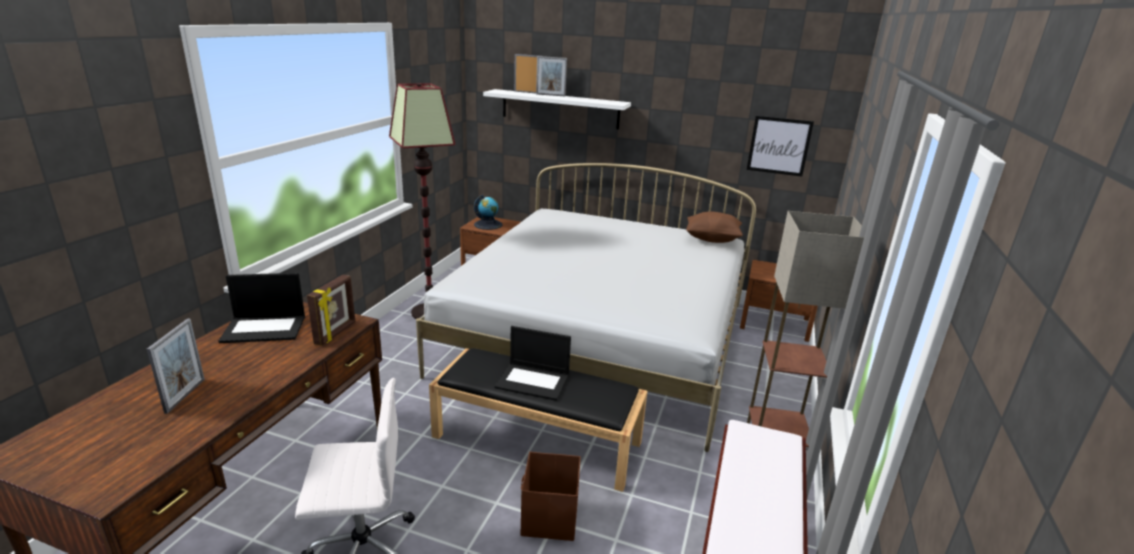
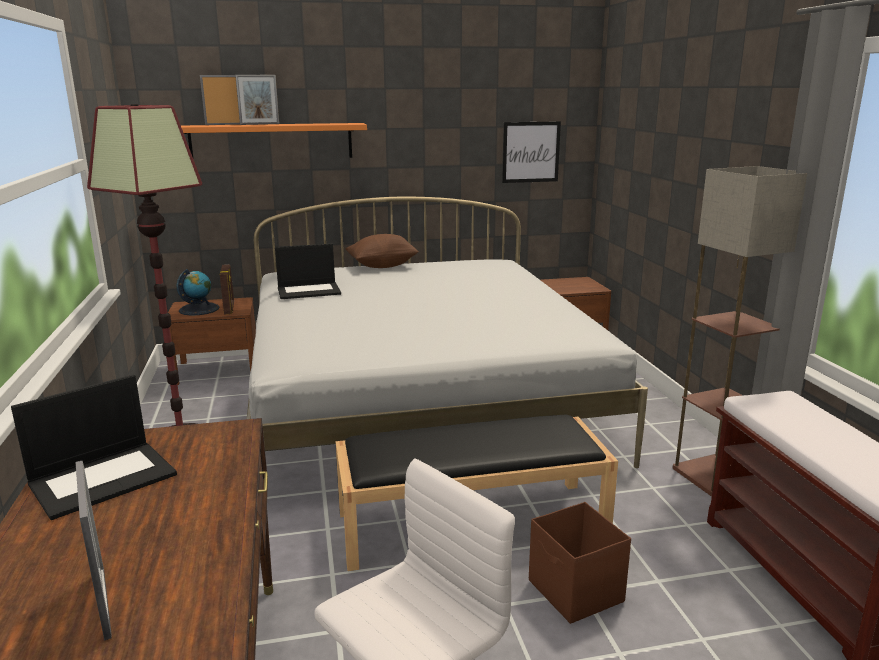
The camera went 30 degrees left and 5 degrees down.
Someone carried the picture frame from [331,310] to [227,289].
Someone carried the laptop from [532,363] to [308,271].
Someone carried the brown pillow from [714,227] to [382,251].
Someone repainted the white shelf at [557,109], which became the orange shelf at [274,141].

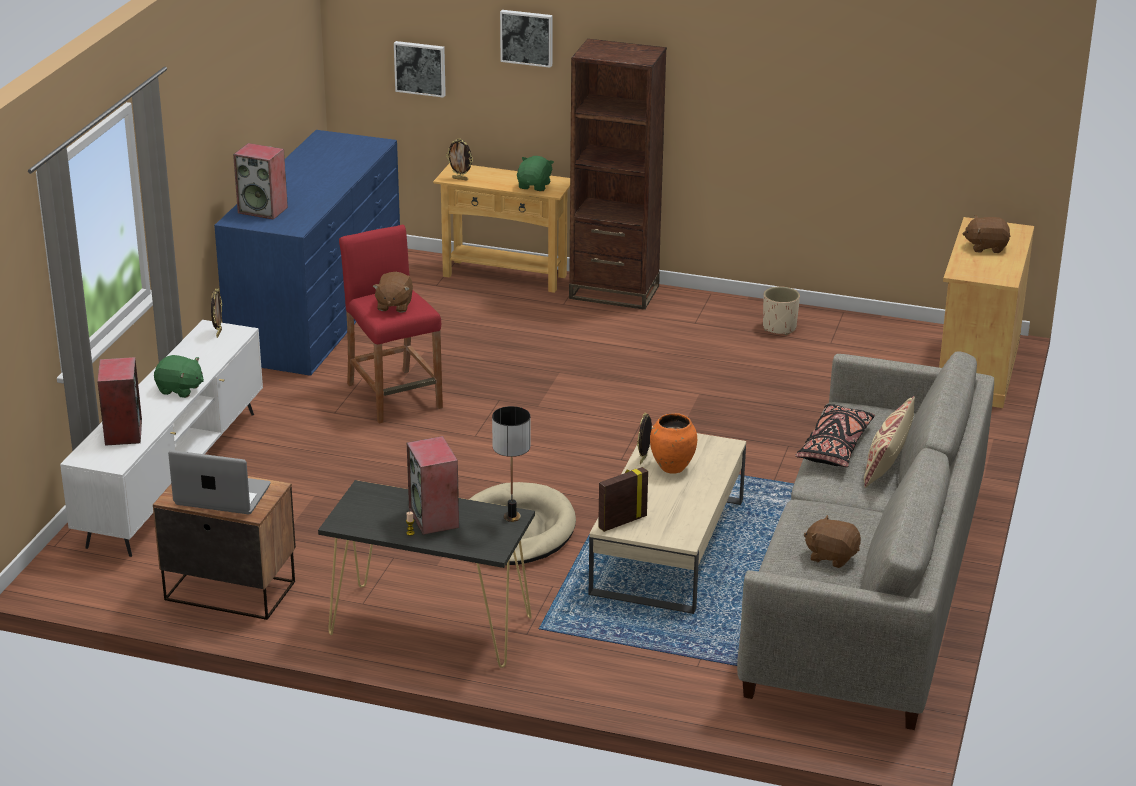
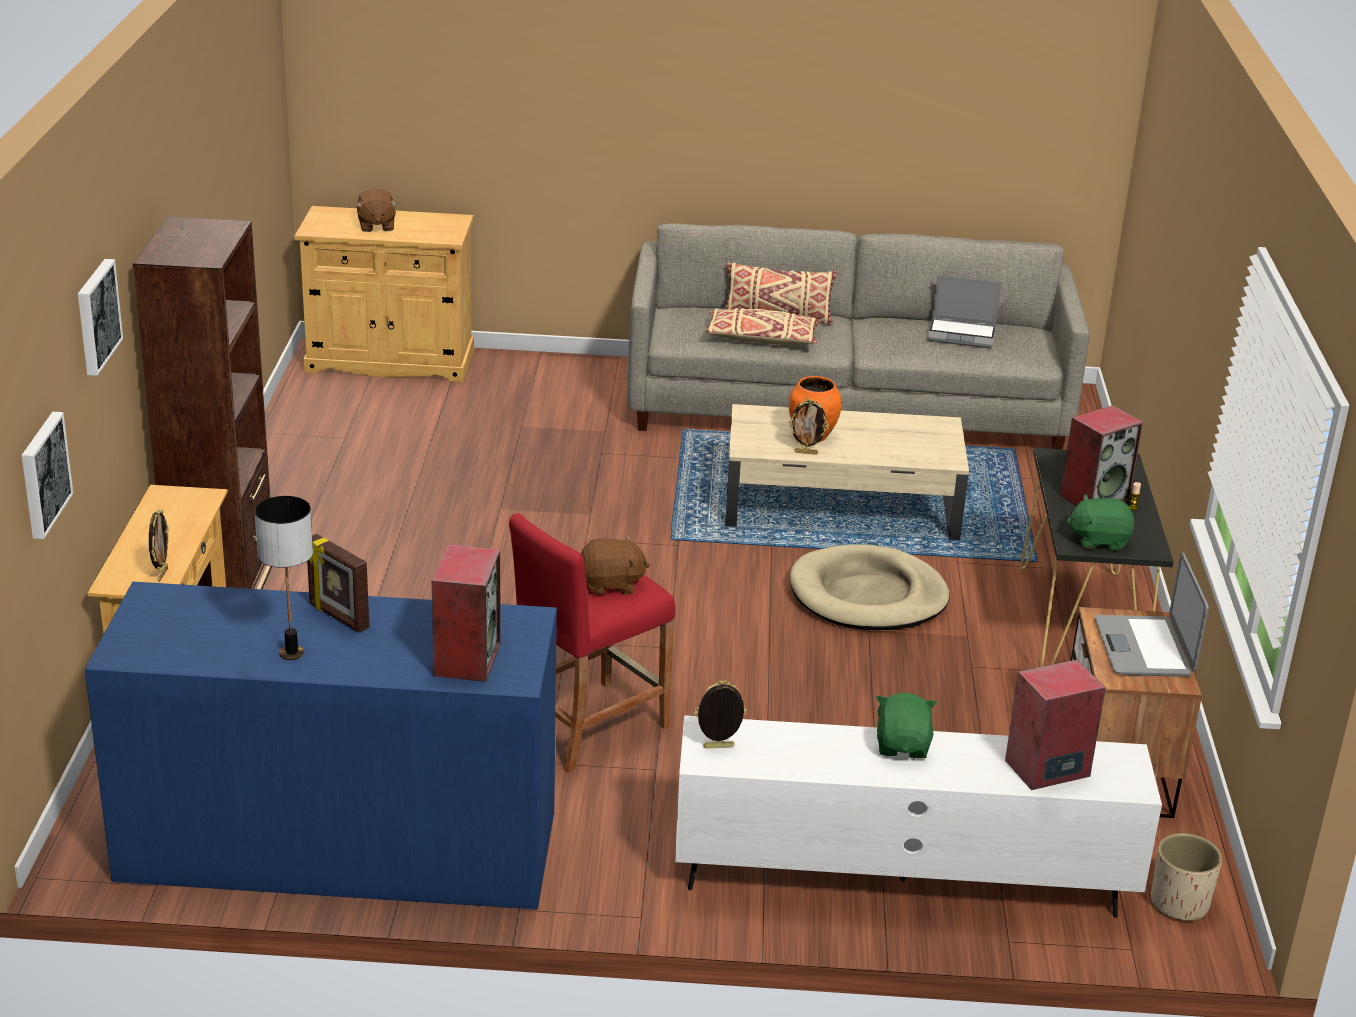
The camera went 105 degrees left and 0 degrees up.
Someone carried the table lamp from [511,464] to [283,578].
Someone carried the green plush toy from [535,173] to [1100,522].
Someone carried the picture frame from [623,499] to [338,583].
Someone carried the beige planter from [781,310] to [1186,877].
Someone swapped the brown plush toy at [832,541] for the laptop at [964,312].
Someone repainted the black pillow at [835,435], which became the beige pillow at [763,326].

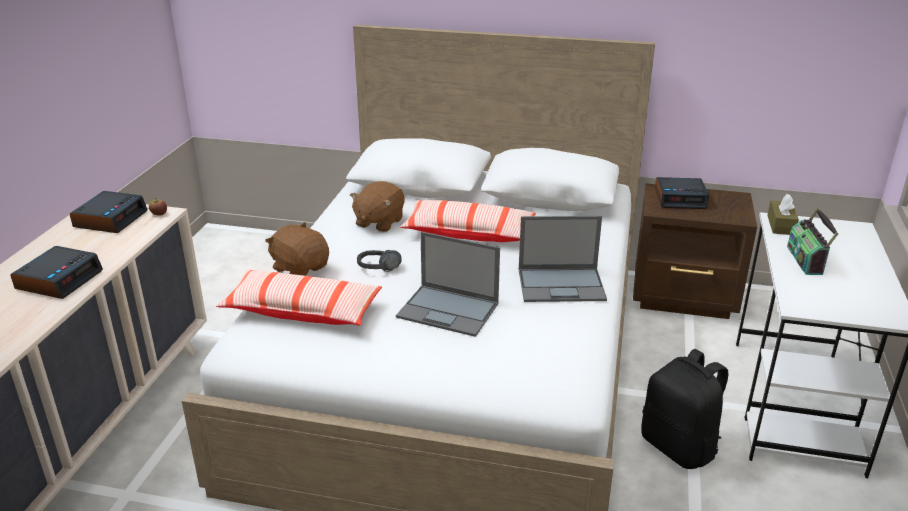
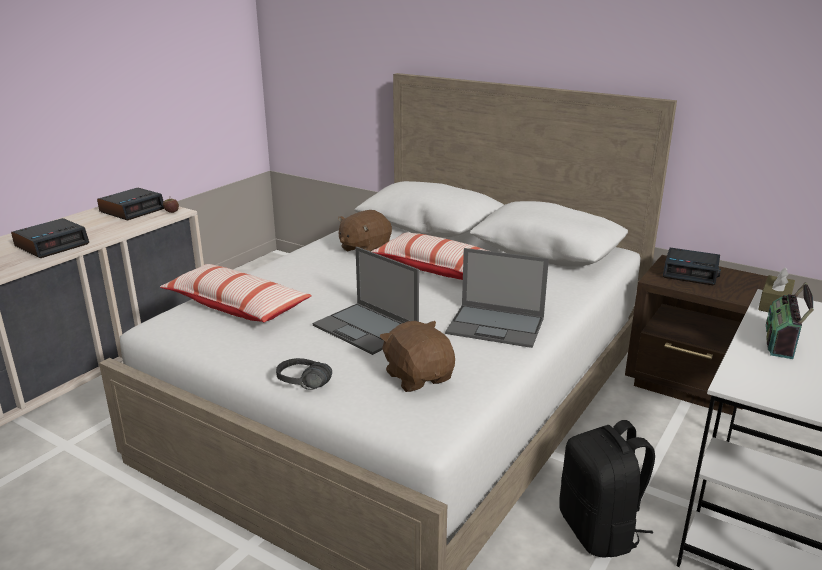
The camera went 20 degrees right and 5 degrees down.
Someone carried the brown plush toy from [297,249] to [417,356].
Someone carried the black headphones from [379,261] to [304,374].

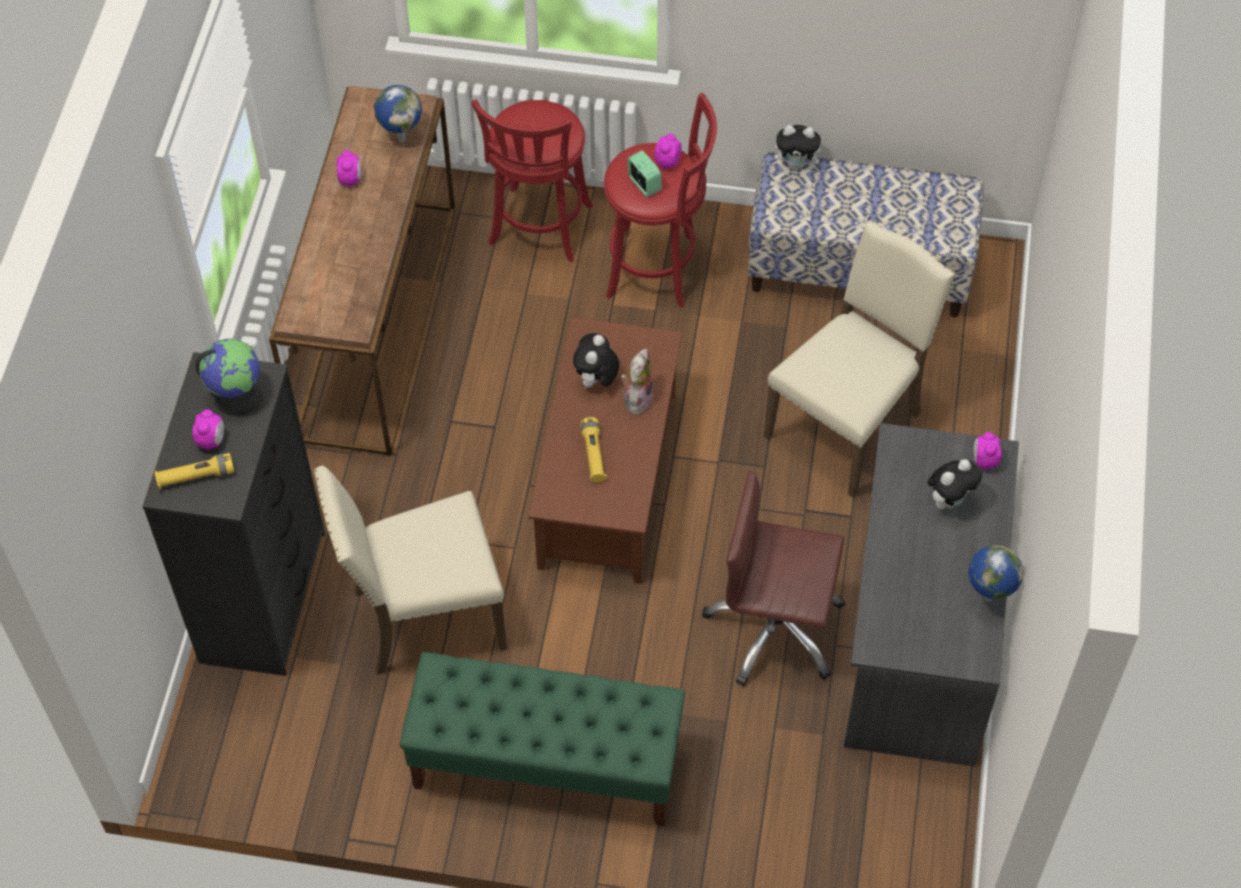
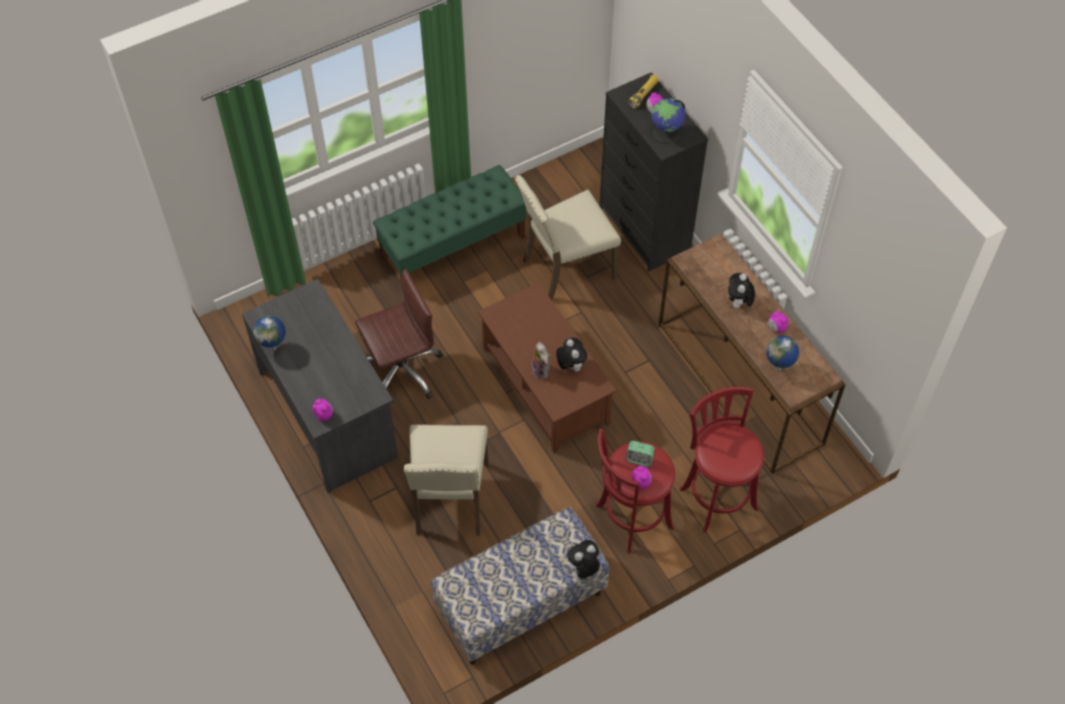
The camera went 140 degrees right and 0 degrees up.
Someone took away the yellow flashlight at [594,450].
Someone carried the plush toy from [954,484] to [741,290].
Someone rotated the beige chair at [410,570] by 150 degrees counterclockwise.

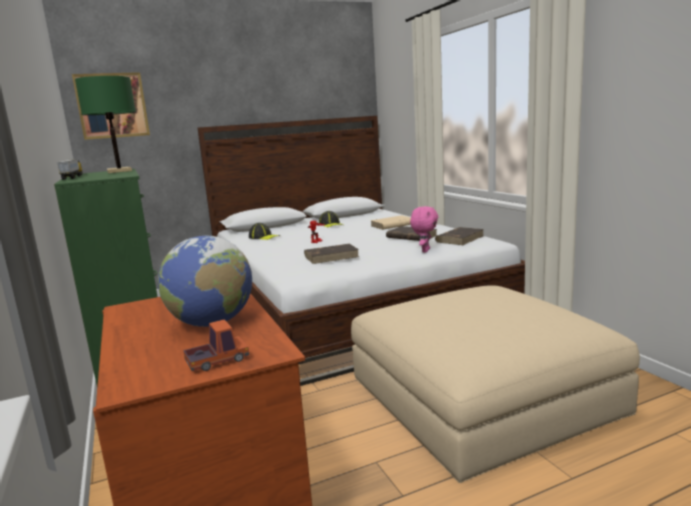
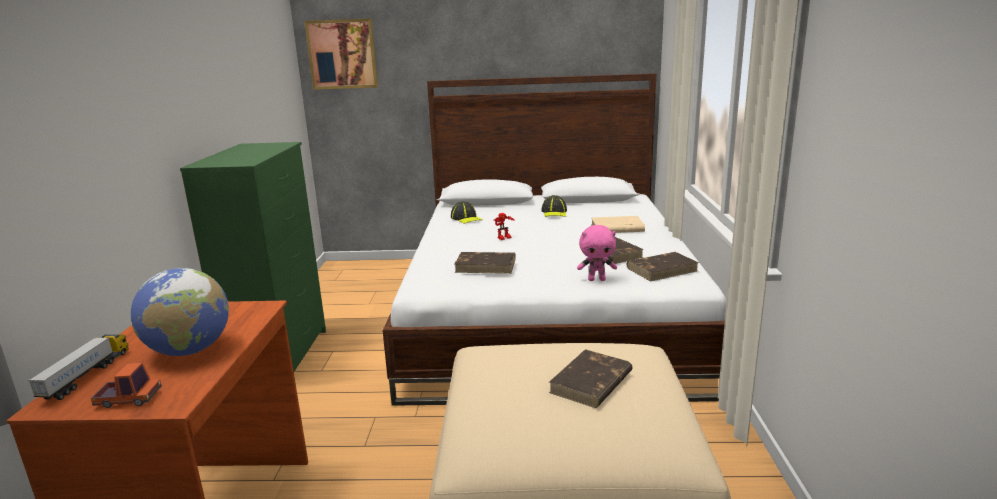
The camera went 25 degrees right and 5 degrees up.
Someone took away the green table lamp at [105,124].
Someone put down the brown book at [591,378].
Someone carried the toy truck from [70,169] to [78,367].
Someone rotated the pink plush toy at [424,229] by 45 degrees clockwise.

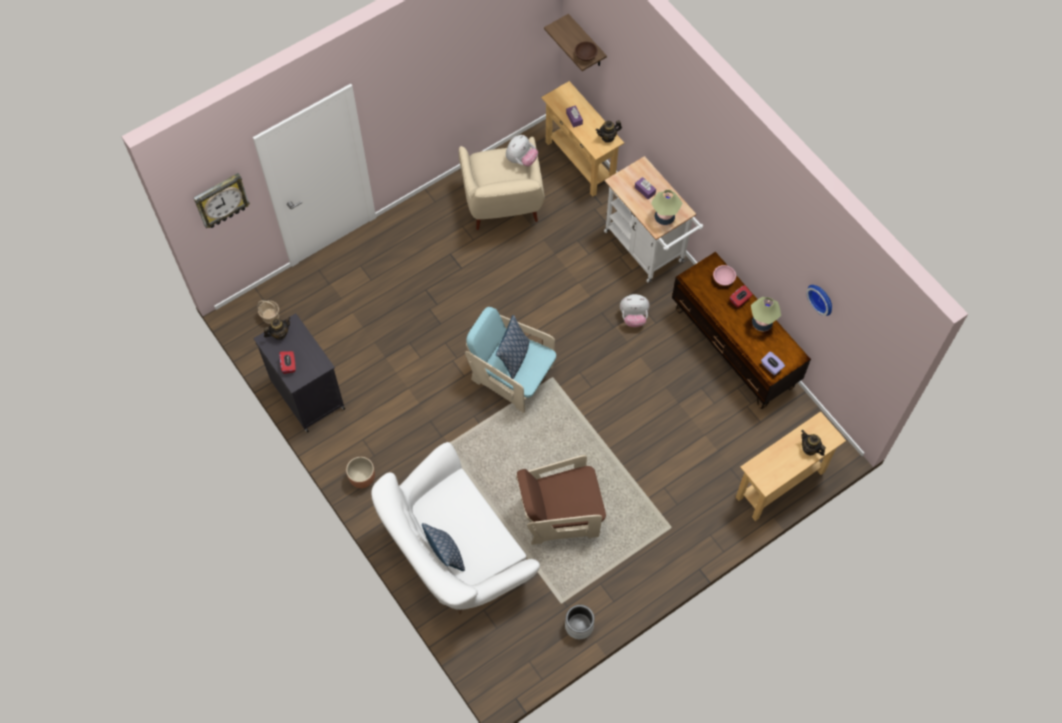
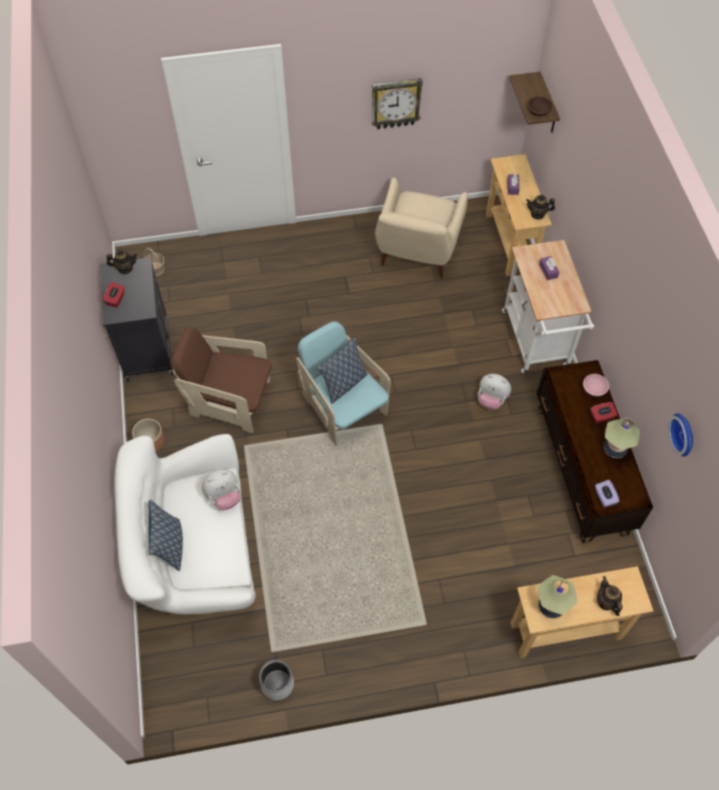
The camera went 25 degrees right and 5 degrees down.
Someone carried the wall clock from [221,200] to [397,103].
Someone carried the plush toy from [522,150] to [221,490].
Someone carried the brown armchair from [561,500] to [221,380].
Someone carried the table lamp from [666,208] to [557,597].

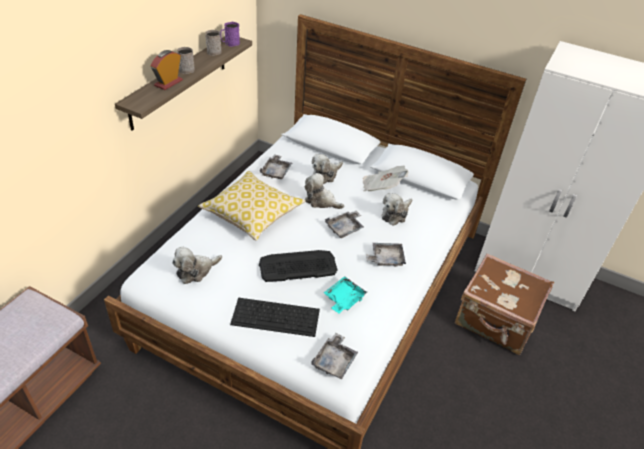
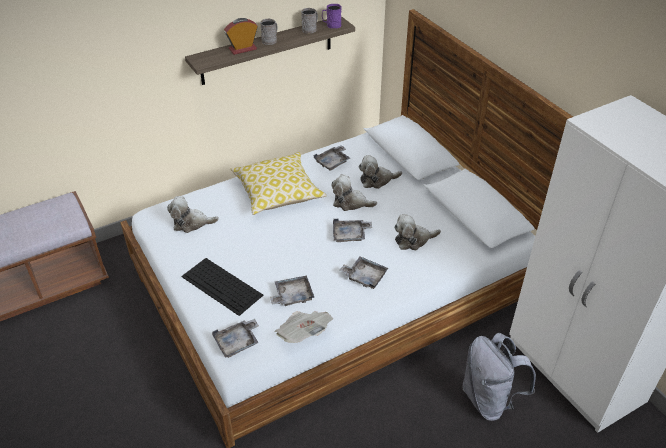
The camera went 35 degrees right and 0 degrees up.
Someone took away the keyboard at [298,266].
Someone carried the newspaper from [386,178] to [303,327].
Someone swapped the brown suitcase at [504,304] for the grey backpack at [499,377].
Someone repainted the turquoise tray at [346,294], which became the grey tray at [292,290].
Someone rotated the plush toy at [324,191] by 45 degrees counterclockwise.

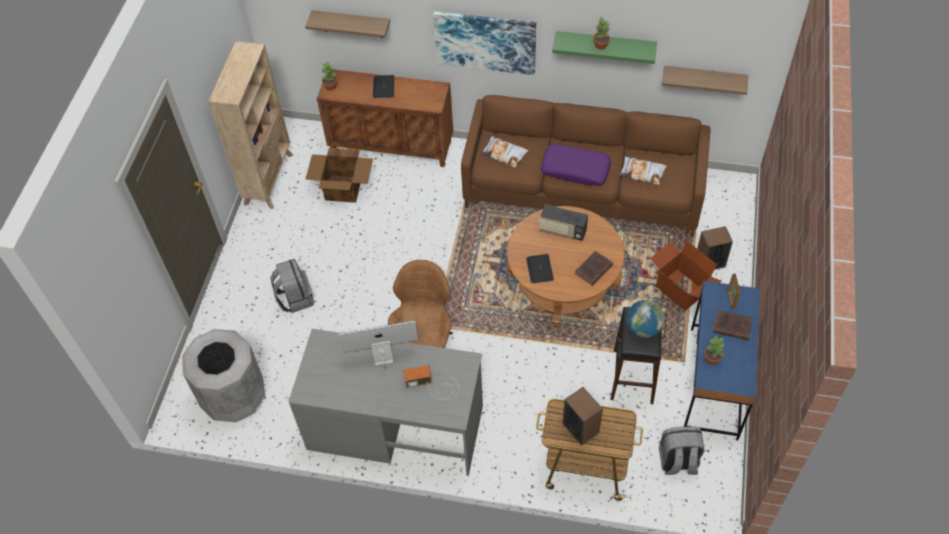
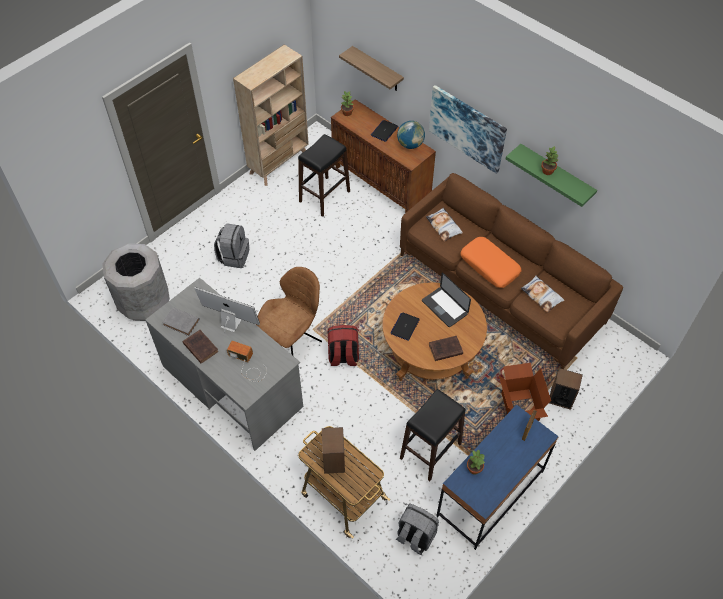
The camera went 30 degrees right and 0 degrees up.
Someone took away the shelf at [705,80].
Someone put down the grey book at [181,321].
Someone put down the red backpack at [343,345].
Someone carried the globe from [645,319] to [411,135].
Someone carried the brown book from [733,325] to [201,346].
Someone swapped the cardboard box at [339,175] for the black stool at [324,175].
Someone swapped the radio at [563,222] for the laptop at [446,299].
Someone repainted the purple pillow at [576,165], which became the orange pillow at [490,262].

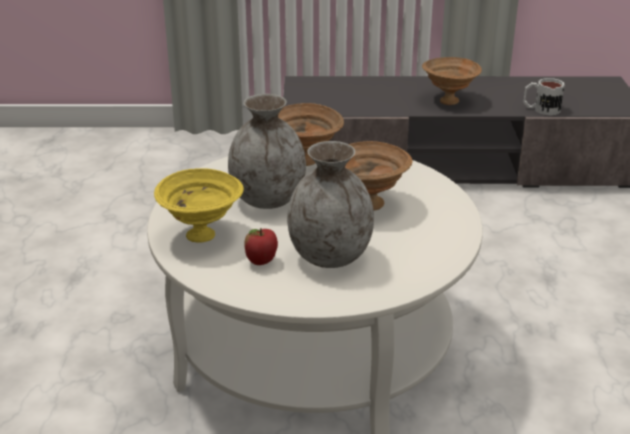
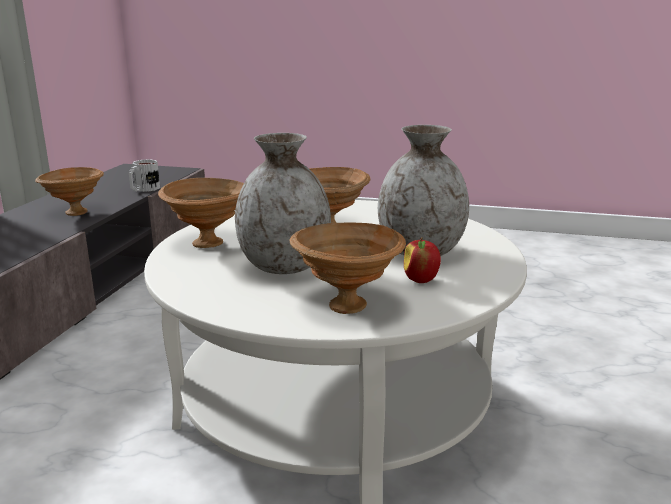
The camera went 75 degrees left and 10 degrees down.
Someone repainted the yellow bowl at [199,205], which became the brown bowl at [348,268].

